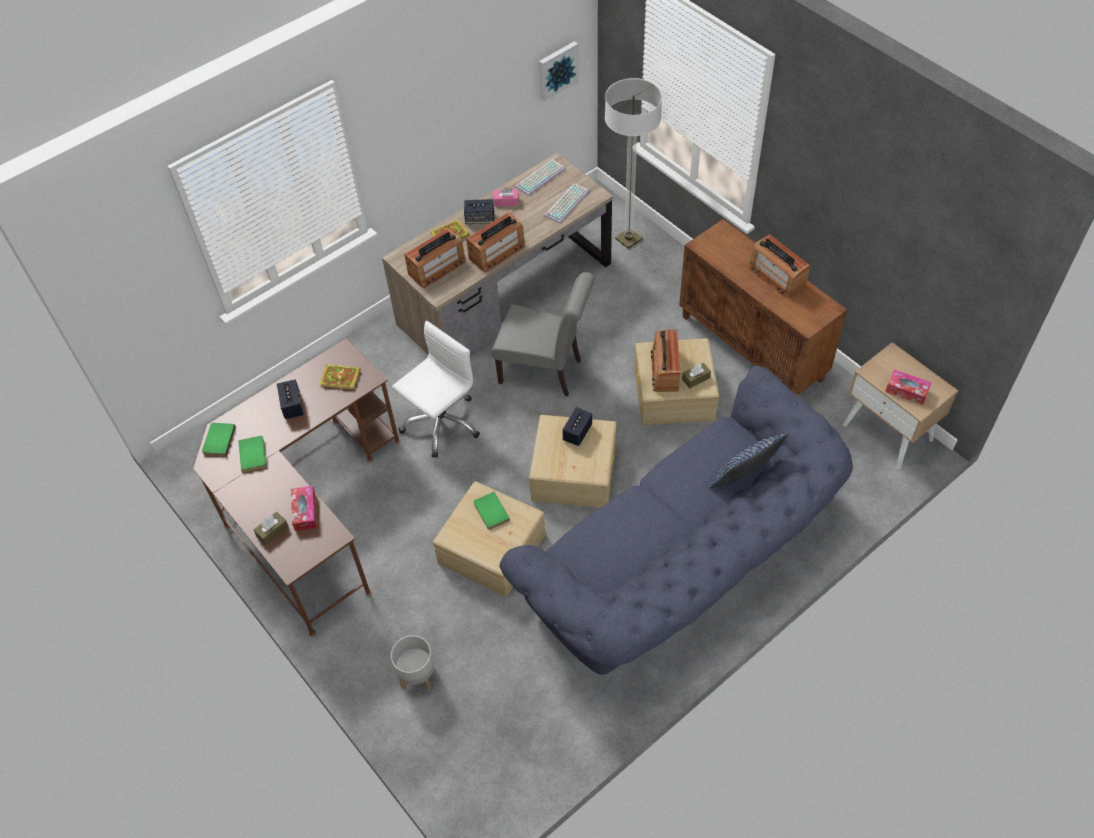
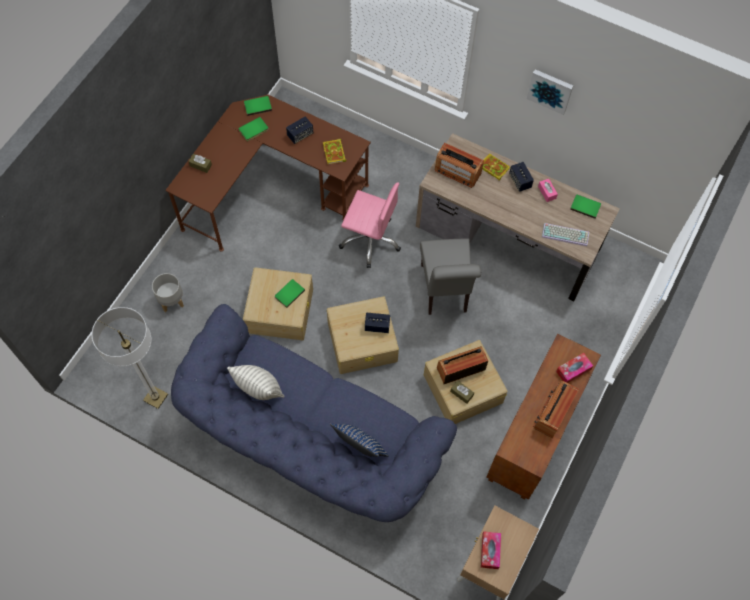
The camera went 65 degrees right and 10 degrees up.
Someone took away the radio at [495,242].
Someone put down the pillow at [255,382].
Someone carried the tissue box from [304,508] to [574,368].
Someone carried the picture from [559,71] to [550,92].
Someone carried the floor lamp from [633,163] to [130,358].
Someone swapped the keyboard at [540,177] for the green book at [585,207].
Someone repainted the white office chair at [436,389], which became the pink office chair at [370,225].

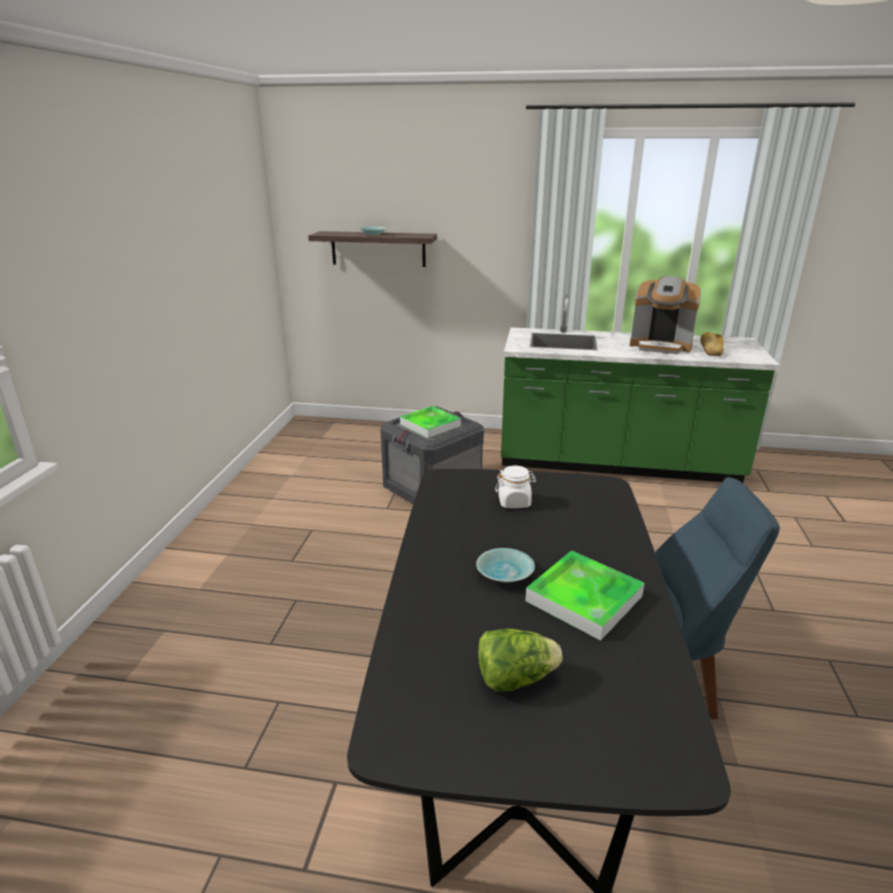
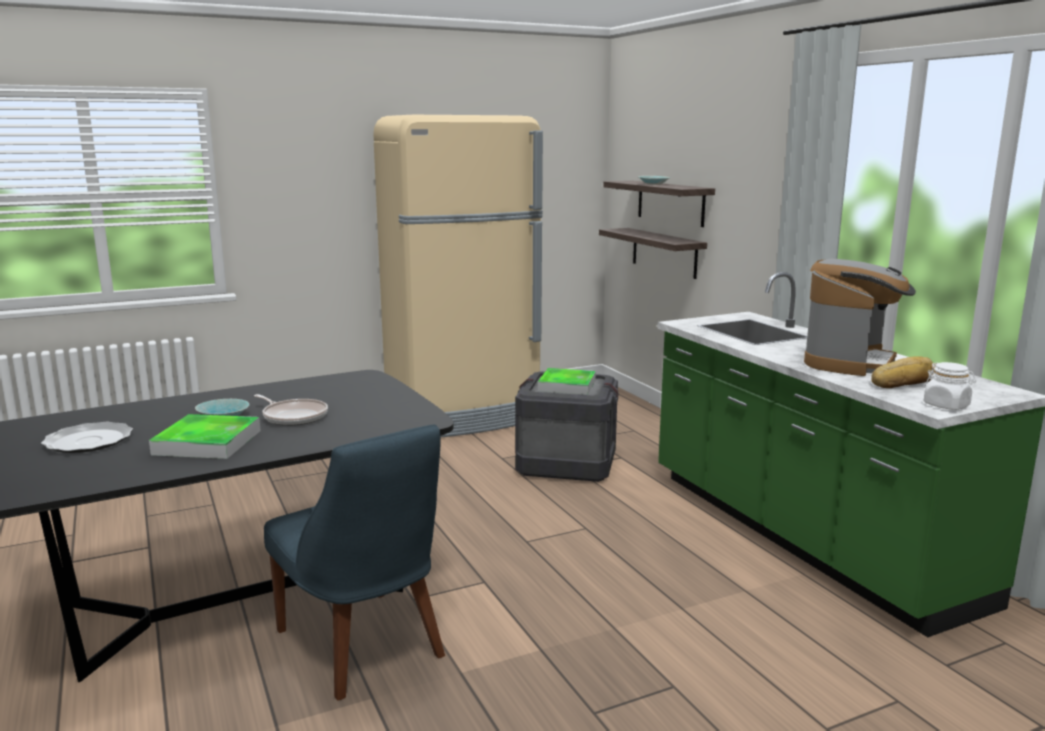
The camera went 55 degrees right and 10 degrees down.
Someone put down the frying pan at [291,410].
Someone put down the beige fridge at [458,276].
Someone put up the shelf at [653,253].
Someone carried the white jar from [515,487] to [950,386].
Someone swapped the lettuce at [520,660] for the plate at [87,437].
Someone rotated the coffee machine at [665,315] by 135 degrees counterclockwise.

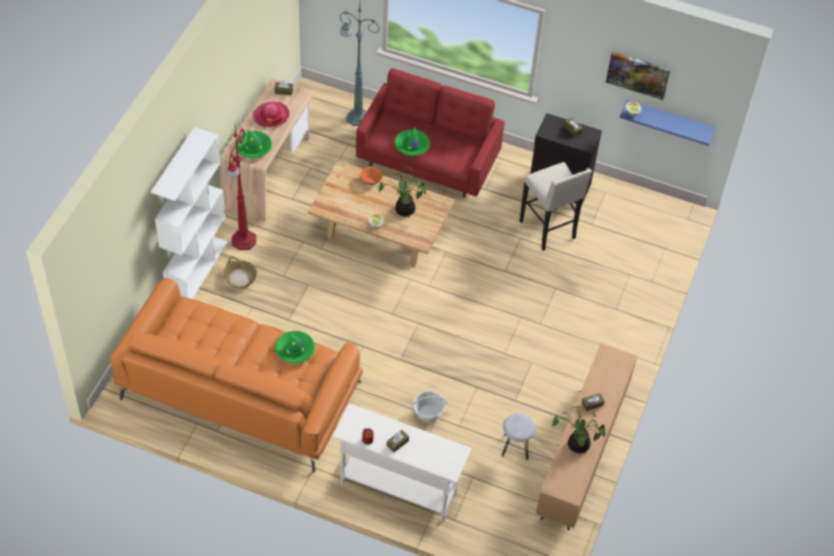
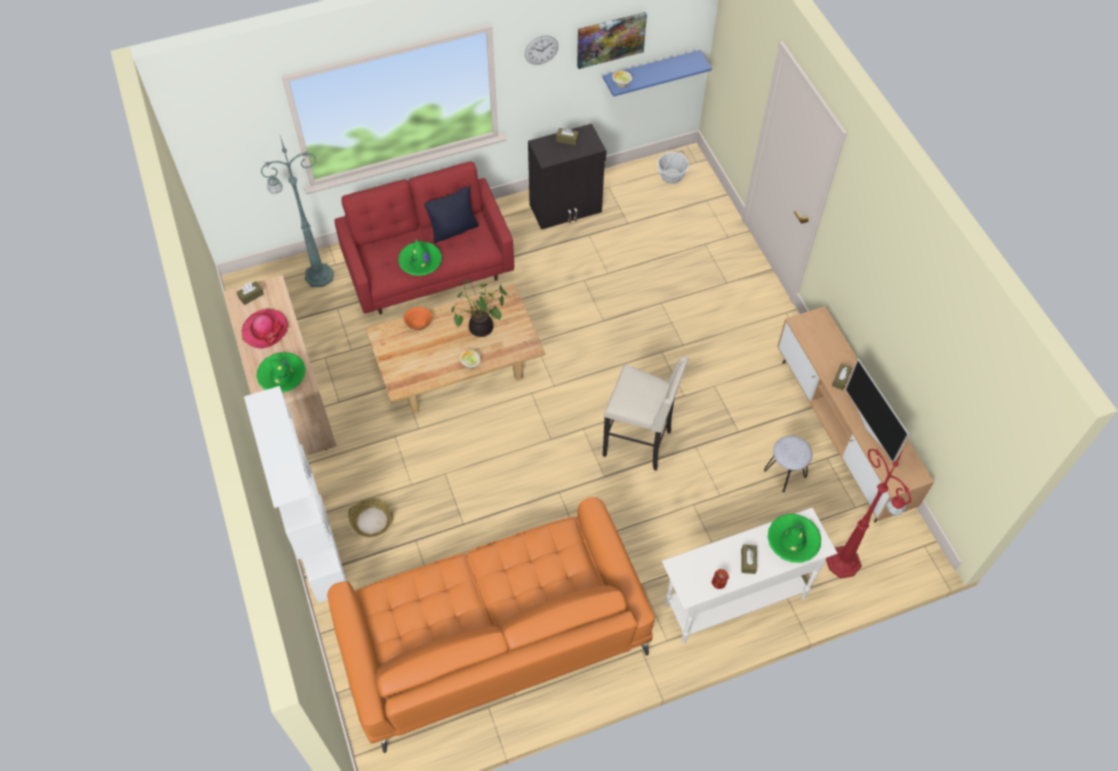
The camera went 40 degrees left and 5 degrees up.
Someone put down the black pillow at [451,214].
Someone put up the wall clock at [541,50].
Someone carried the red floor lamp from [241,188] to [868,513].
Someone carried the green hat from [295,347] to [794,538].
Someone carried the basket from [429,407] to [673,167].
Someone carried the beige stool from [555,206] to [646,414].
Someone swapped the potted plant at [579,426] for the television at [877,410].

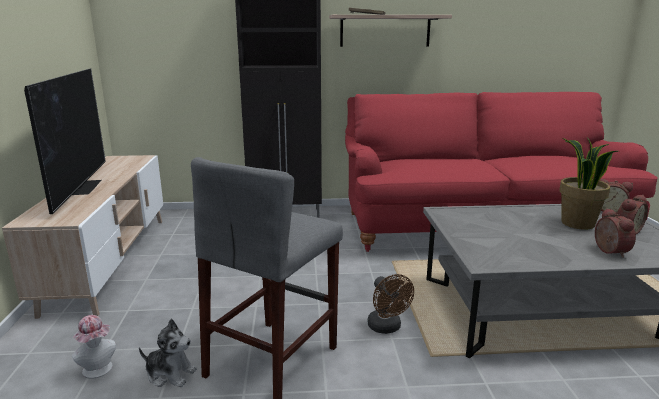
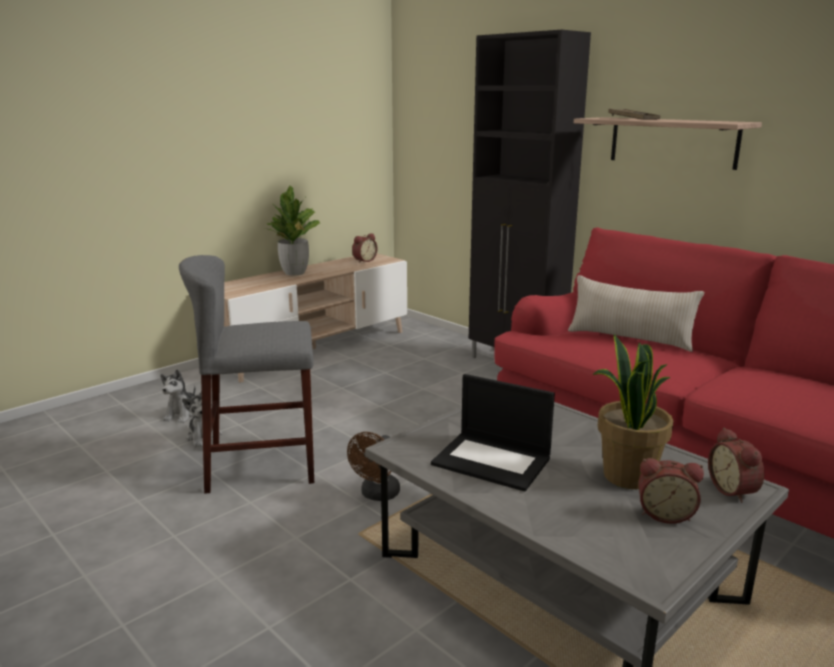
The camera went 50 degrees right and 0 degrees up.
Someone put down the laptop at [493,433].
Someone put down the beige pillow at [636,313].
Someone carried the alarm clock from [615,233] to [364,248].
Someone swapped the television at [65,141] for the potted plant at [292,230].
Someone swapped the hat at [94,347] for the plush toy at [178,396].

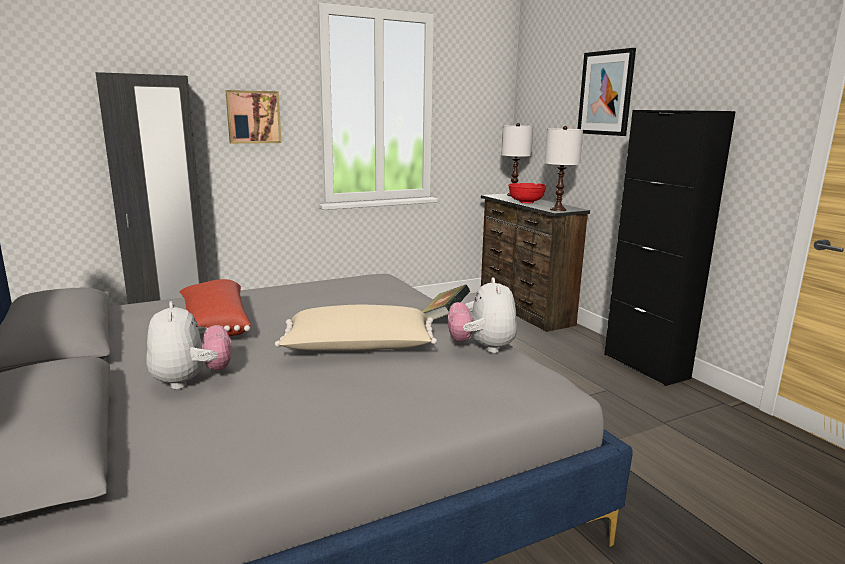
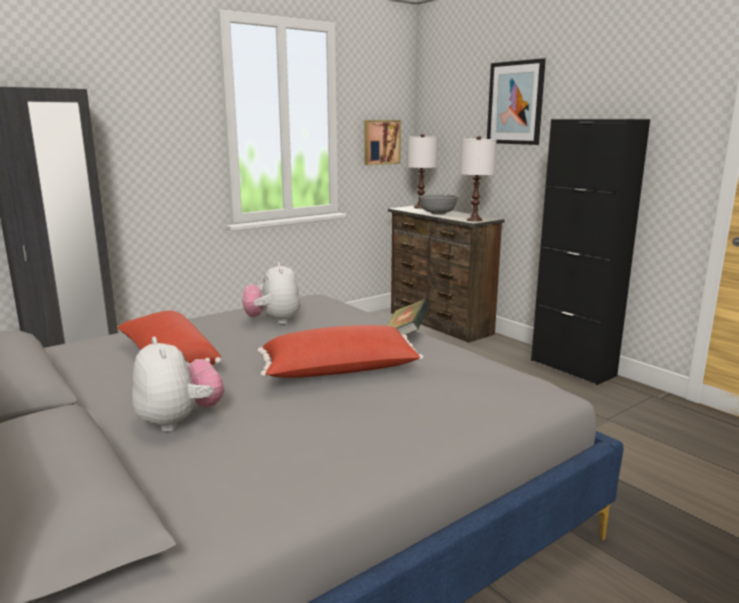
The camera went 10 degrees left and 0 degrees up.
Someone carried the picture from [253,117] to [382,142].
Someone carried the plush toy from [482,315] to [271,293].
Someone repainted the beige pillow at [356,328], which became the red pillow at [340,351].
Someone repainted the red bowl at [527,193], which became the grey bowl at [438,204].

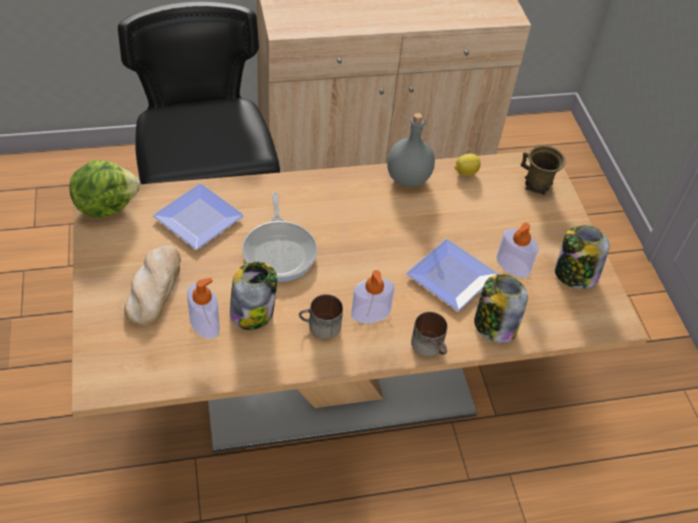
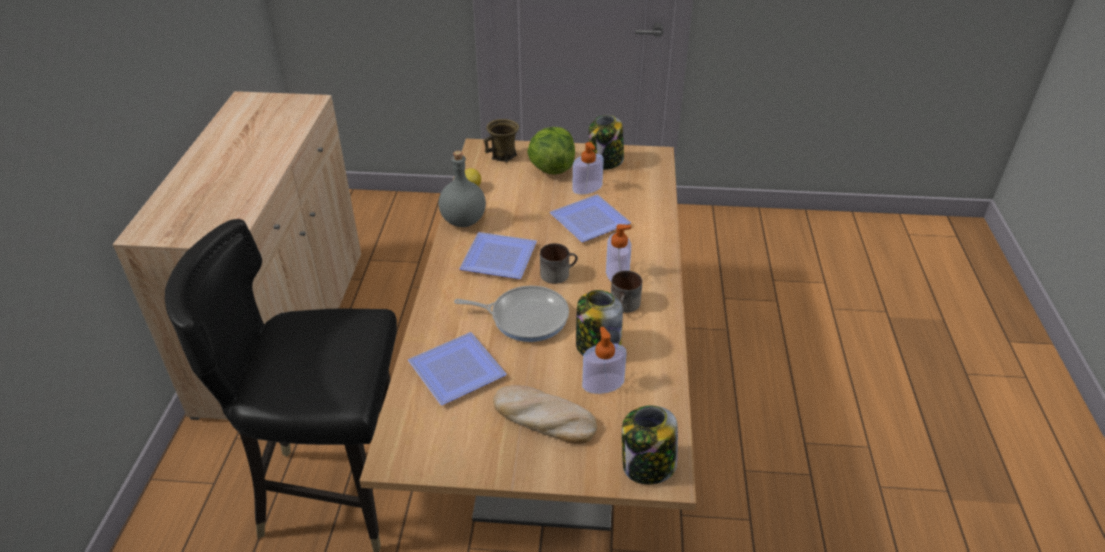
The camera went 70 degrees left and 10 degrees down.
Someone put down the plate at [498,255].
Someone carried the lettuce from [104,189] to [551,151].
Someone carried the mug from [429,334] to [559,263].
Someone carried the jar from [501,308] to [650,445].

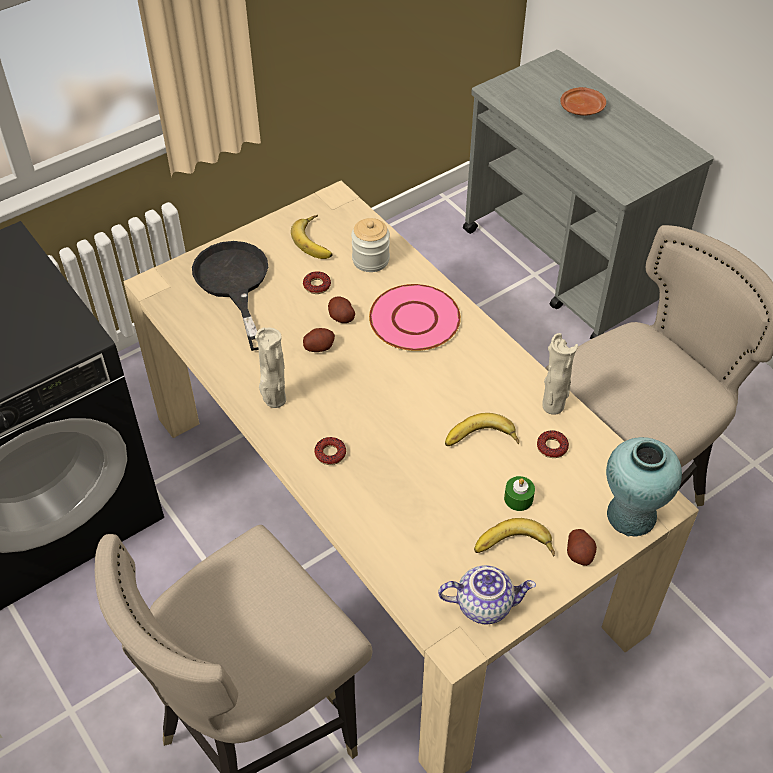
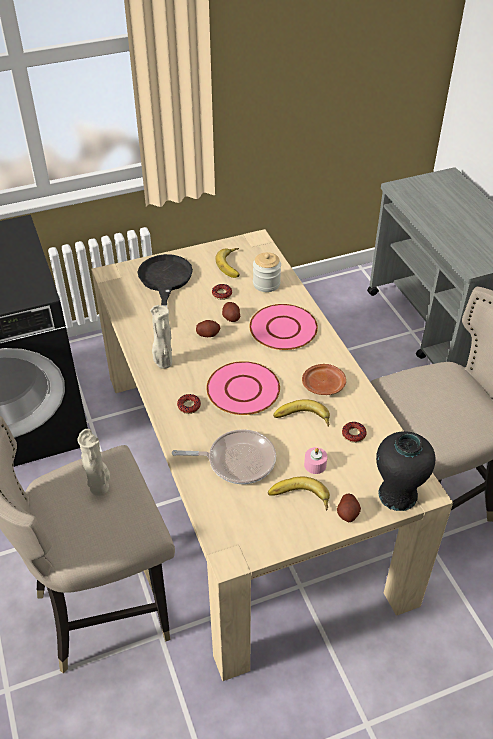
The camera went 15 degrees right and 5 degrees down.
Someone took away the teapot at [487,594].
Someone put down the frying pan at [224,456].
Someone put down the pink plate at [243,388].
Someone carried the beige vase from [560,374] to [93,462].
Someone carried the brown plate from [583,101] to [324,379].
Someone repainted the green candle at [519,493], which became the pink candle at [315,460].
Someone repainted the turquoise vase at [644,487], which became the black vase at [405,471].

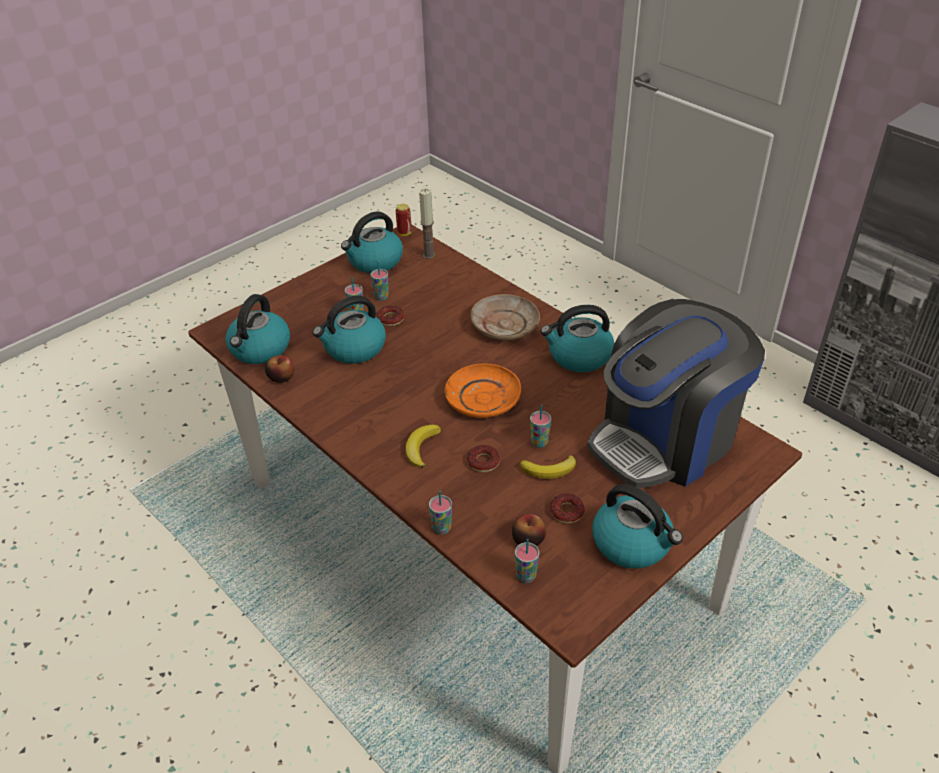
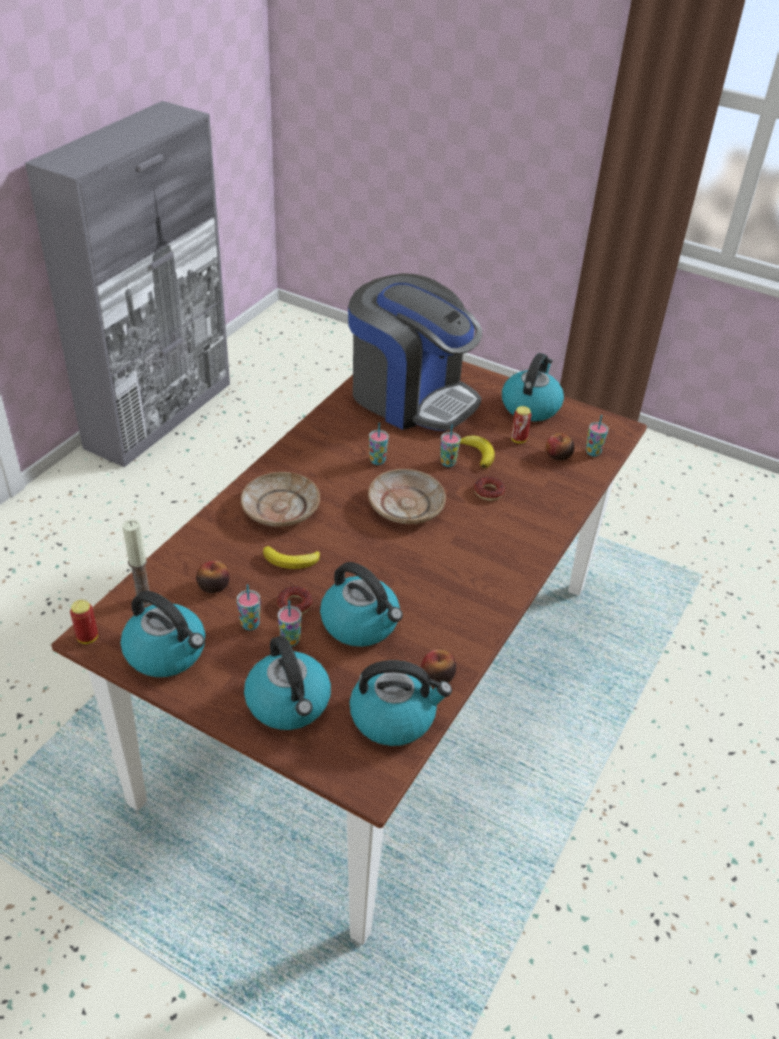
The camera went 110 degrees left and 0 degrees up.
Someone put down the apple at [213,577].
Someone carried the banana from [423,446] to [291,557].
Someone carried the cup from [440,512] to [379,443].
Someone carried the kettle from [577,338] to [287,683].
Someone swapped the donut at [567,508] for the can at [521,424].
Someone repainted the orange plate at [483,391], which became the beige plate at [407,496].

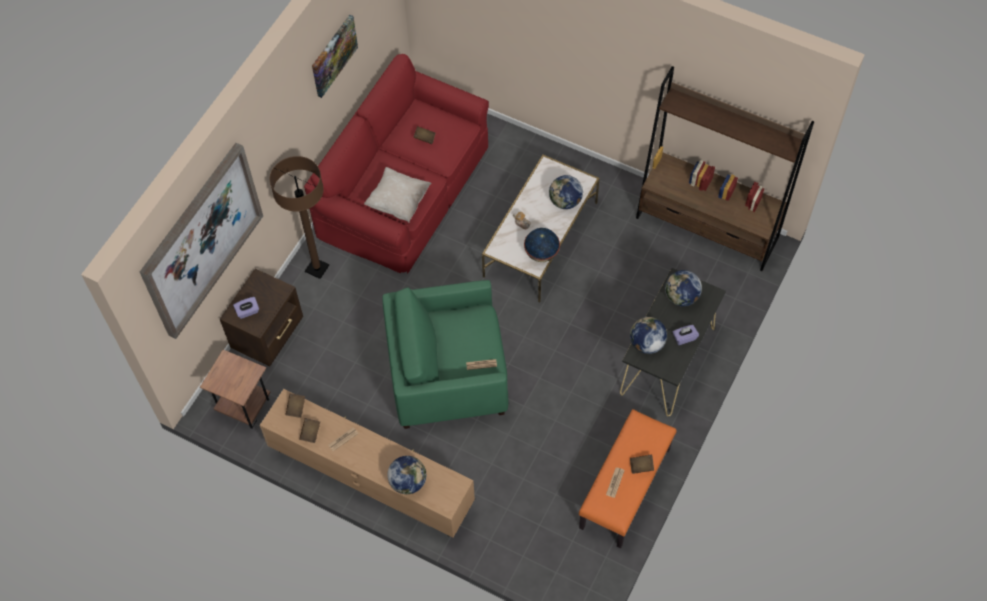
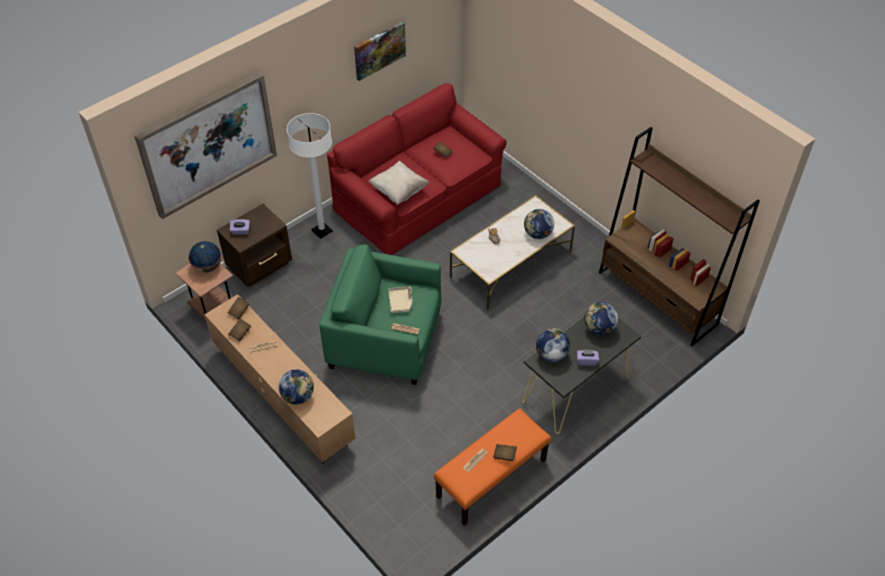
The camera went 20 degrees right and 10 degrees down.
Someone put down the beige tray at [400,299].
Someone carried the globe from [542,245] to [205,257].
Someone repainted the brown floor lamp at [299,217], which became the white floor lamp at [310,176].

